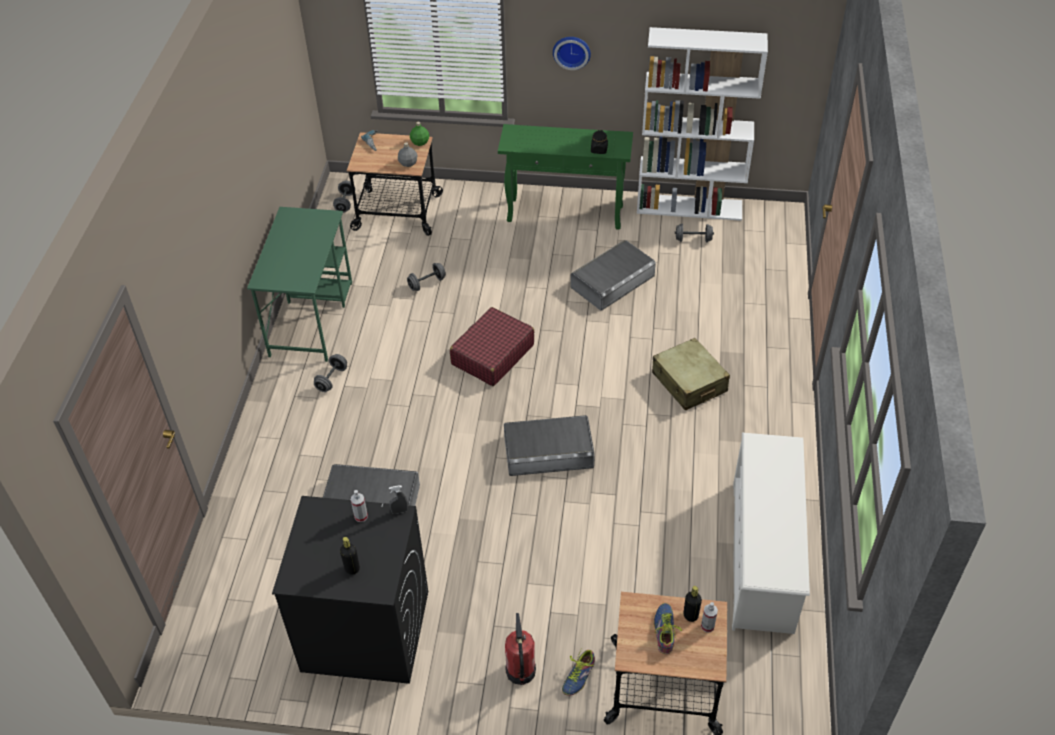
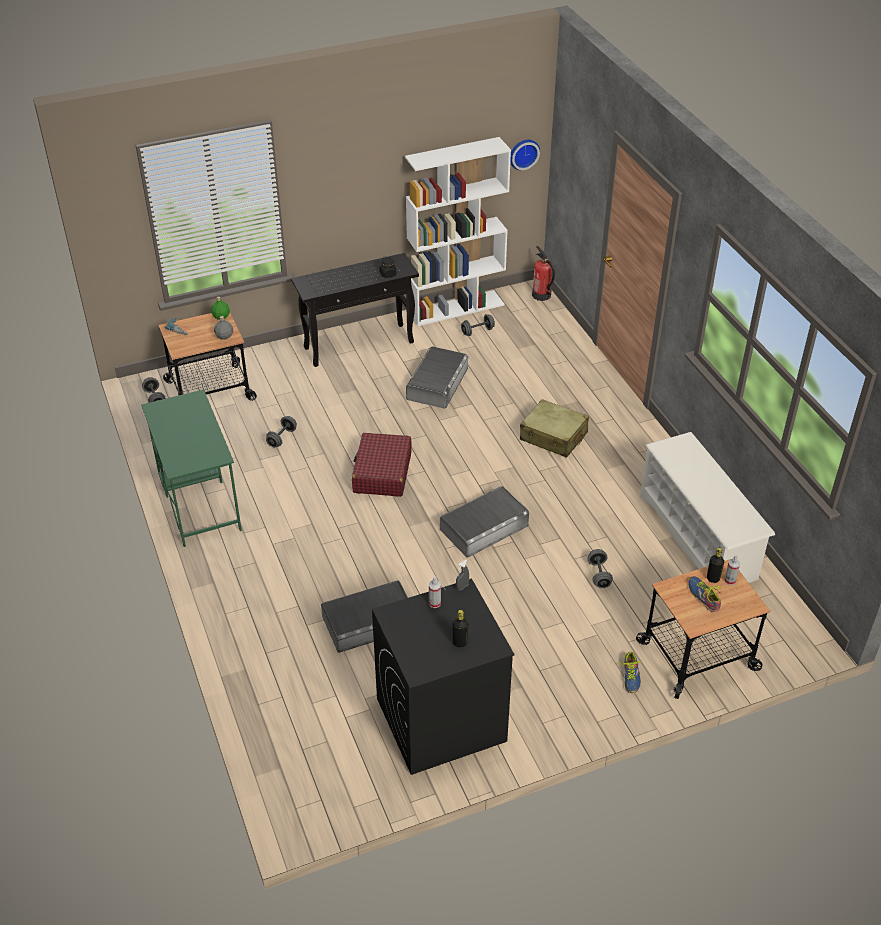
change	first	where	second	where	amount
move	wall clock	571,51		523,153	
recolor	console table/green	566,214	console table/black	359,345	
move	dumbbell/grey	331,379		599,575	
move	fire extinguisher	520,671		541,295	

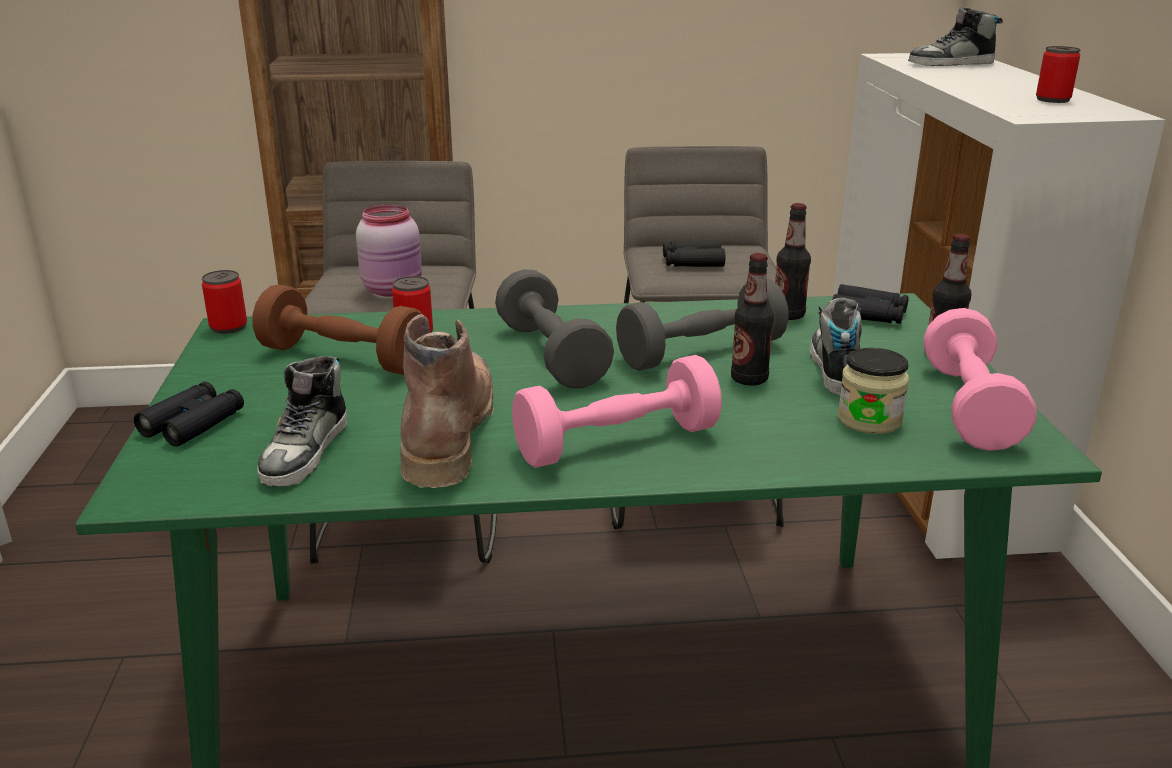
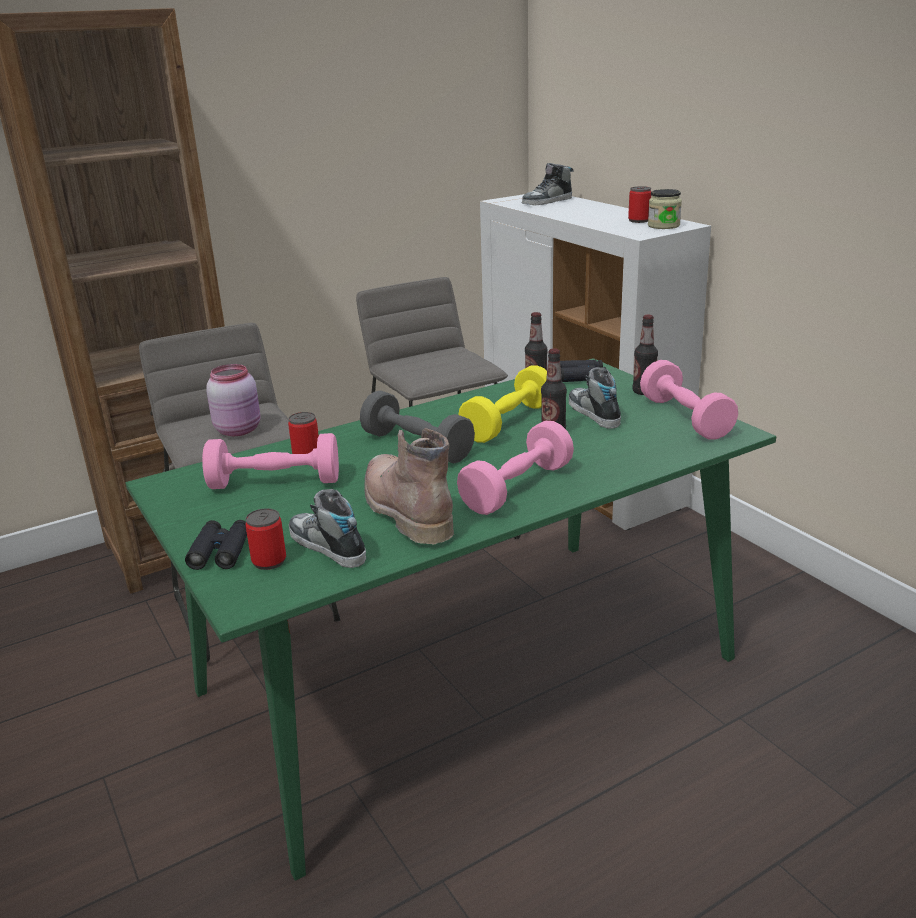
change	first	where	second	where	amount
delete	binoculars/black	692,262			
move	can	228,327		269,561	
recolor	dumbbell/grey	701,352	dumbbell/yellow	508,422	
recolor	dumbbell/brown	343,358	dumbbell/pink	275,483	
move	jar	869,420		663,226	
rotate	shoe	306,452		327,546	150 degrees clockwise

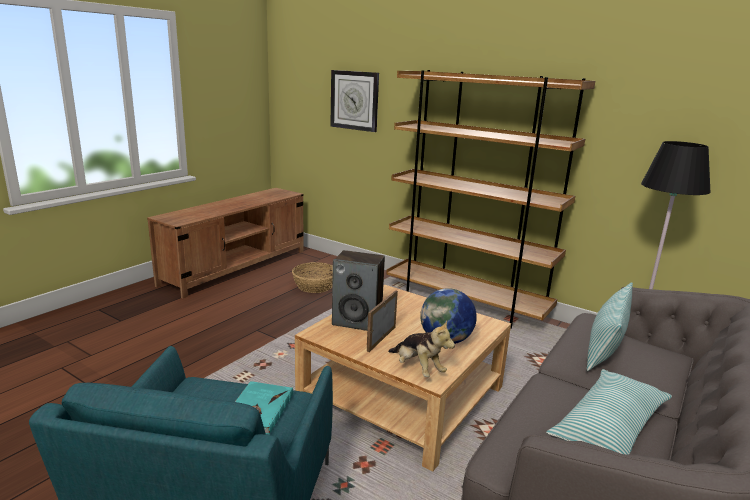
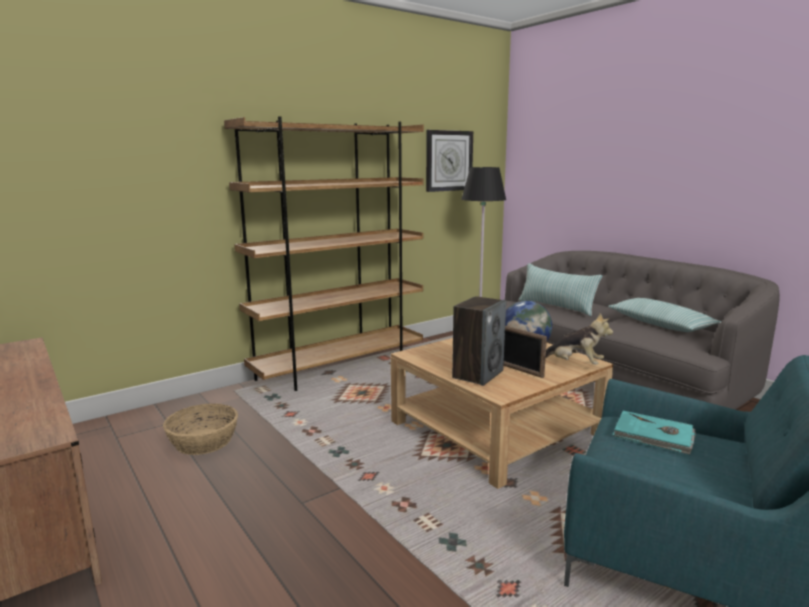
change	first	where	second	where	amount
move	wall clock	354,100		448,161	
rotate	plush toy	418,369		574,364	45 degrees clockwise

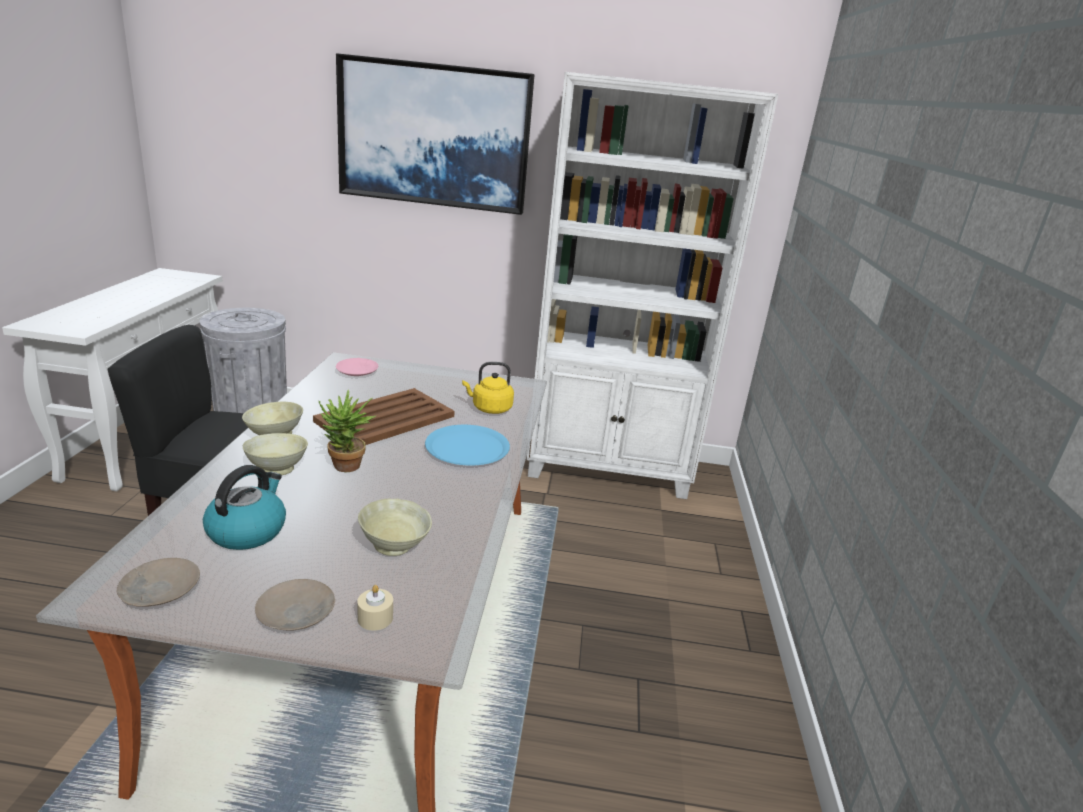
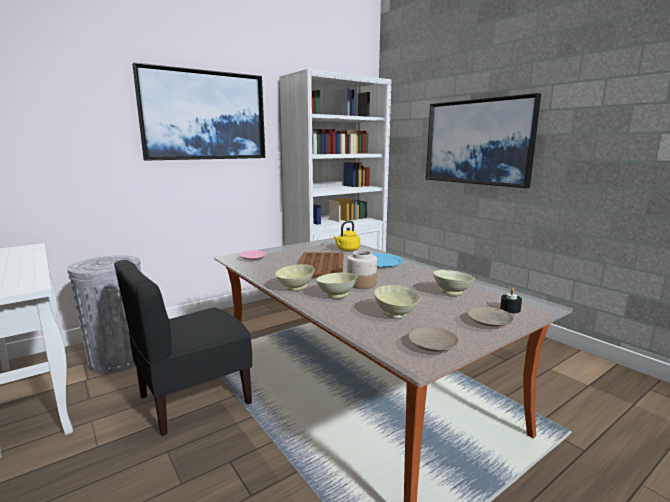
change	first	where	second	where	amount
replace	potted plant	346,468	jar	361,283	
replace	kettle	247,531	bowl/beige	395,314	
recolor	candle/beige	375,618	candle/black	510,309	
insert			picture	477,142	

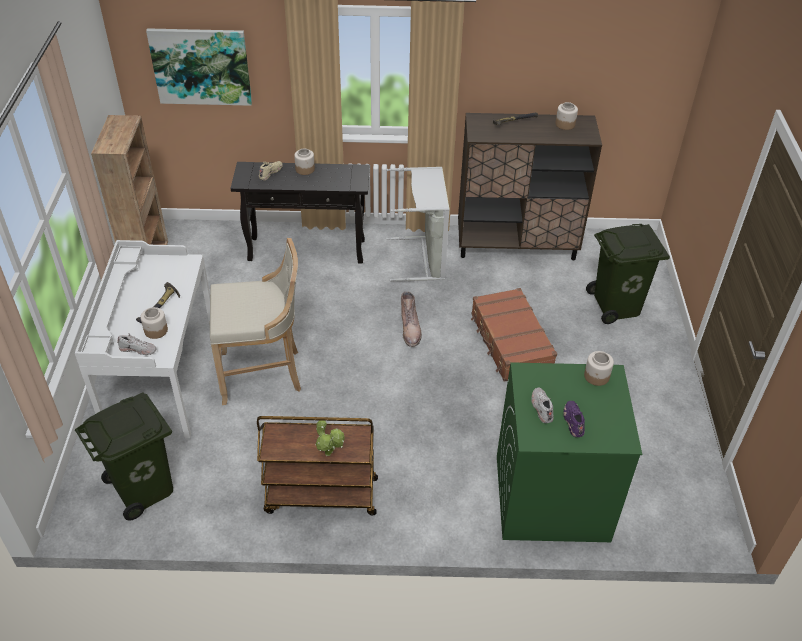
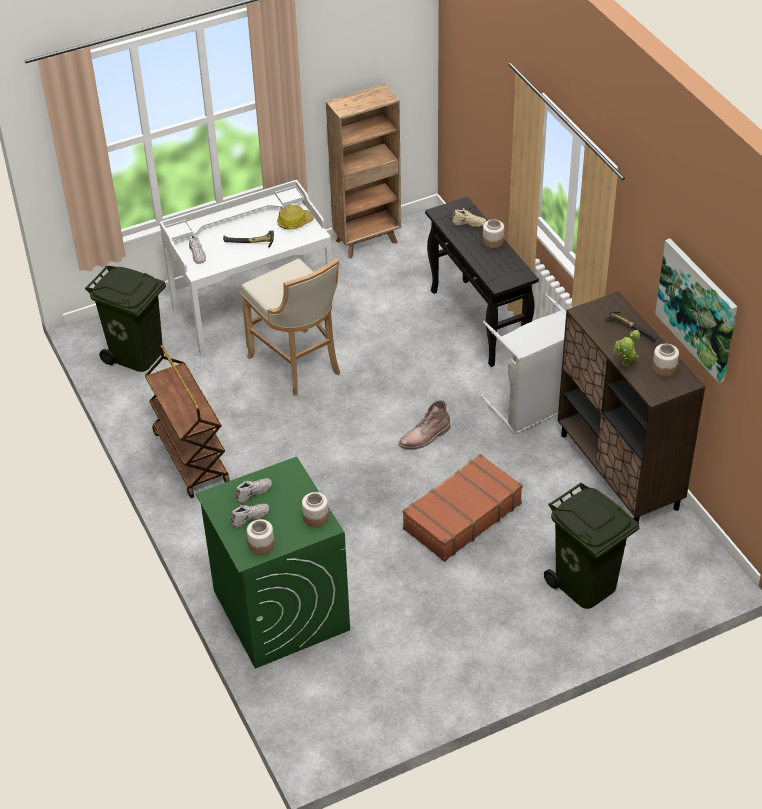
change	first	where	second	where	amount
move	picture	201,66		697,309	
move	jar	155,330		261,544	
recolor	shoe/purple	573,421	shoe/white	250,517	
move	potted plant	330,455		625,365	
insert			hard hat	294,222	

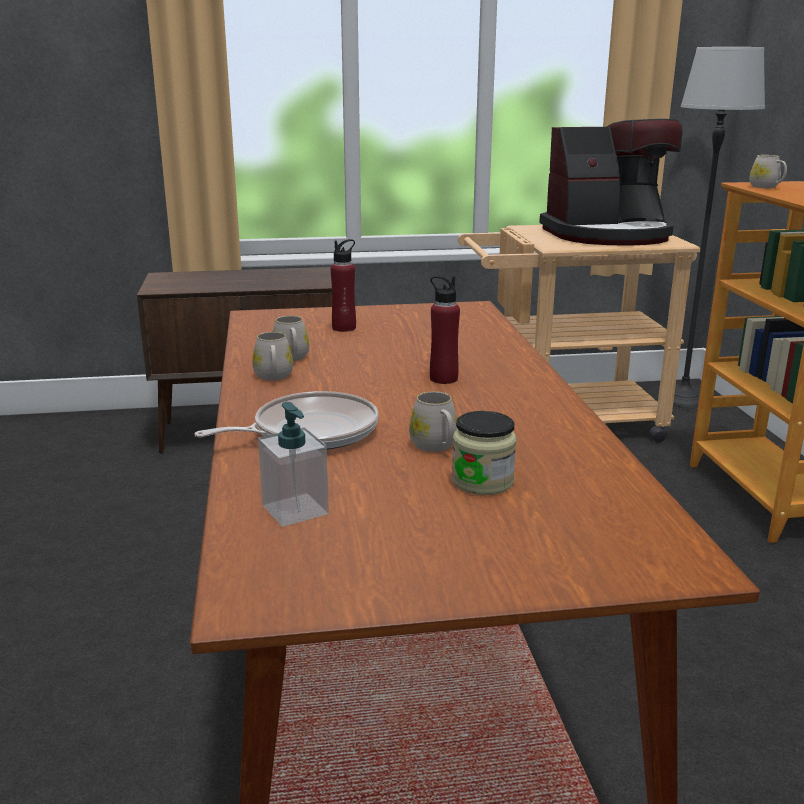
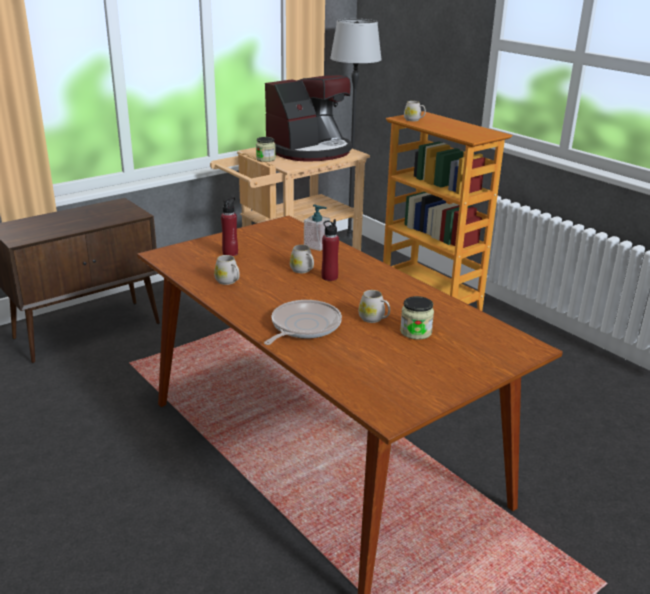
change	first	where	second	where	amount
move	mug/white	273,377		303,270	
move	soap dispenser	295,510		316,246	
insert			jar	265,159	

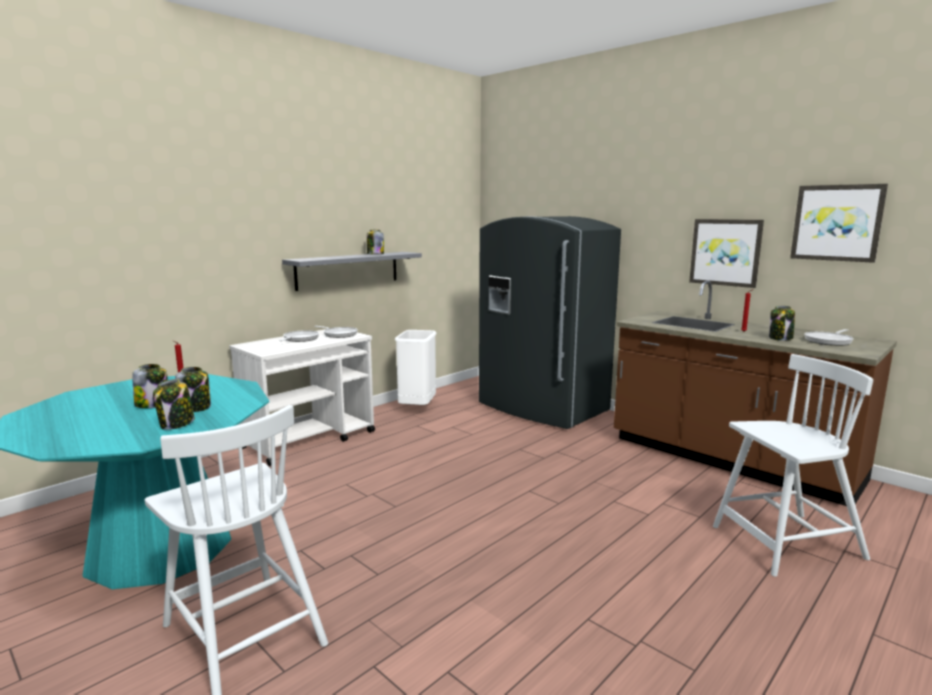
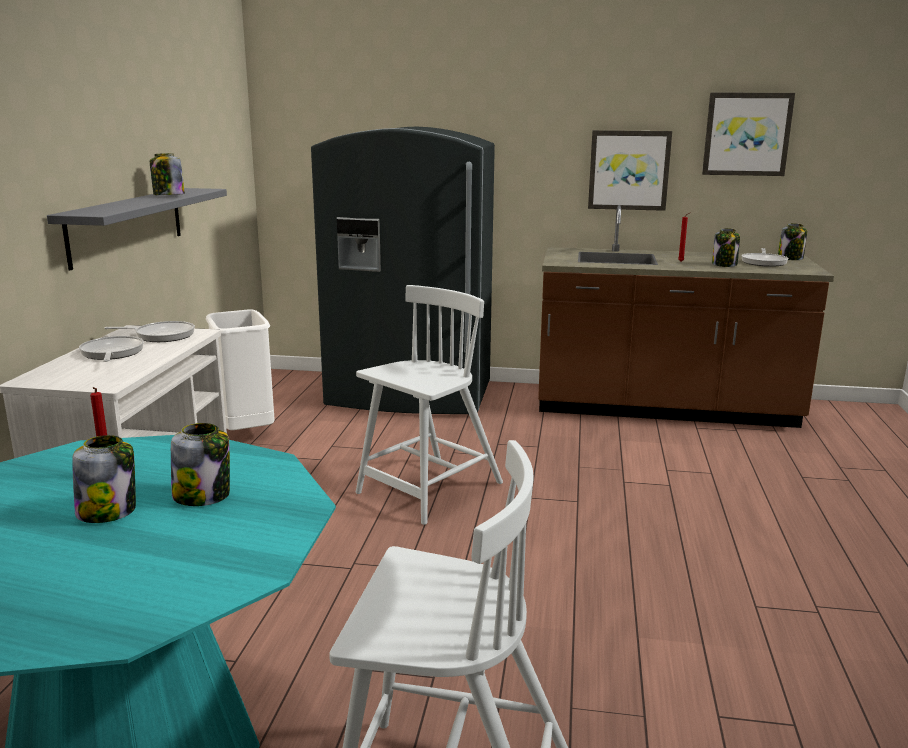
change	first	where	second	where	amount
move	chair/white	785,543		428,489	
move	jar	177,424		790,258	

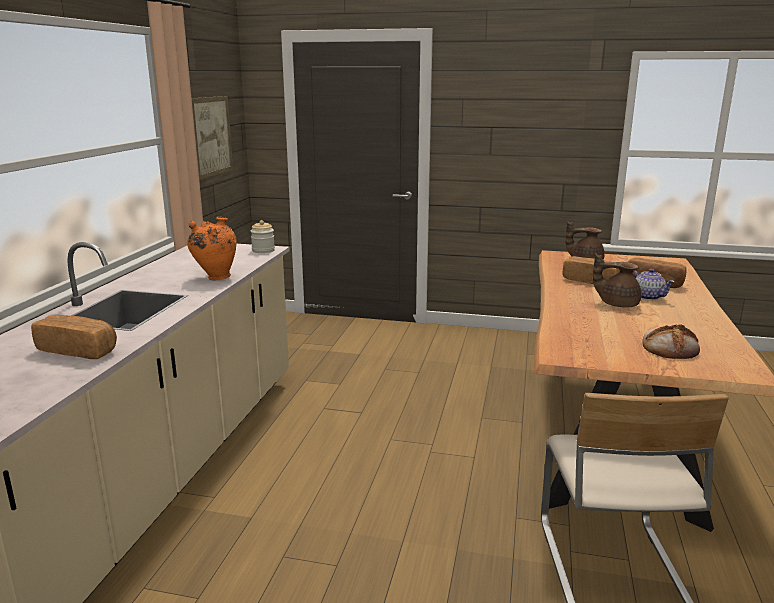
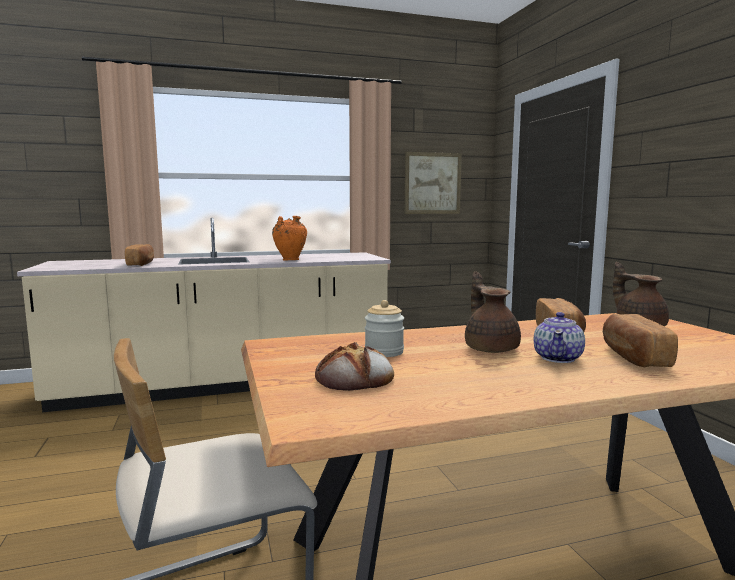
change	first	where	second	where	amount
move	jar	263,250		384,352	

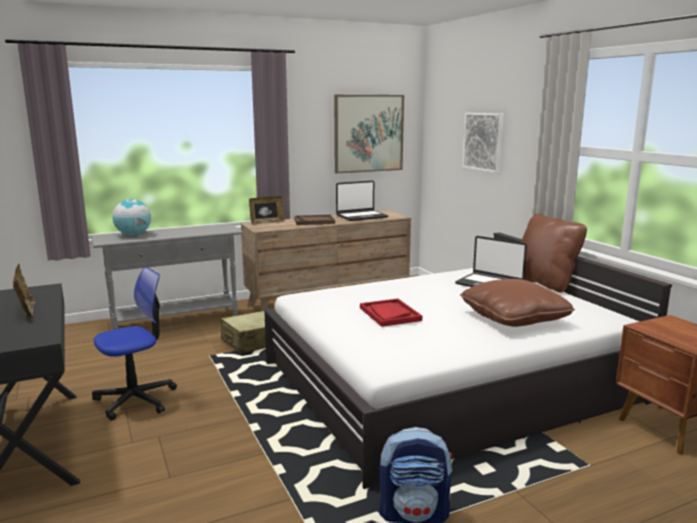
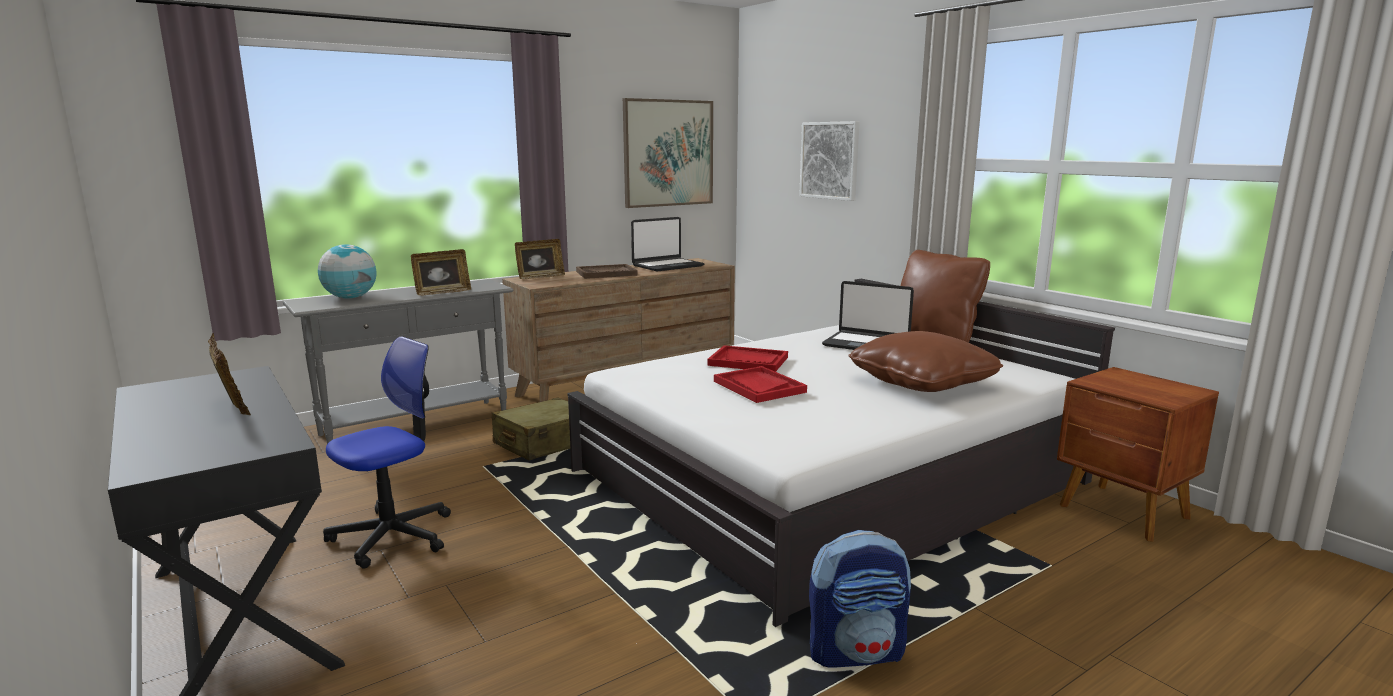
change	first	where	second	where	amount
insert			picture frame	442,292	
insert			tray/red	748,361	

